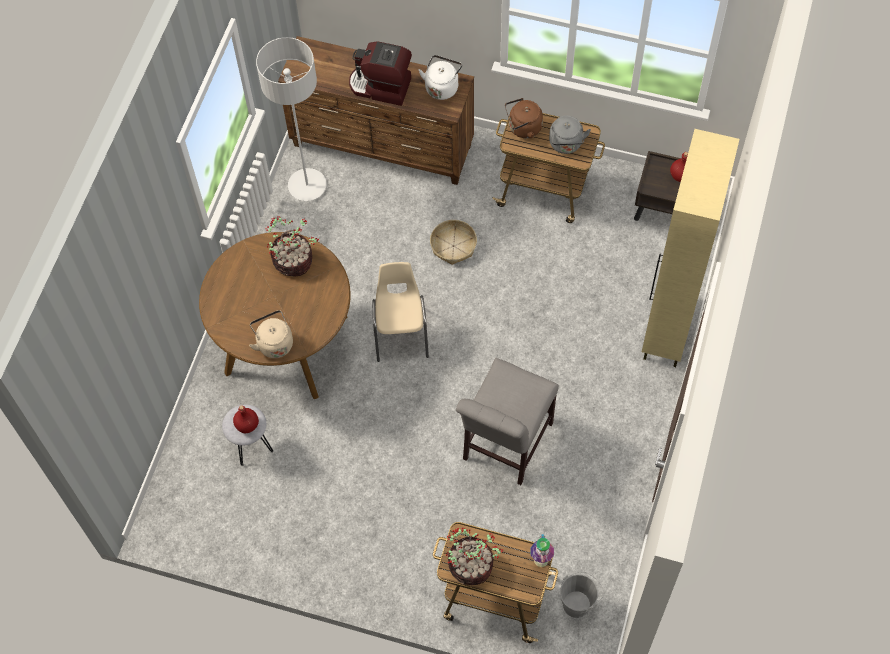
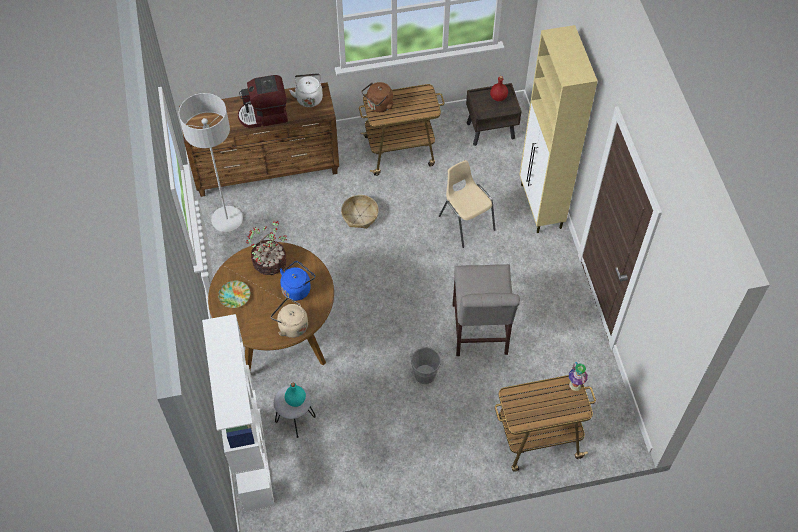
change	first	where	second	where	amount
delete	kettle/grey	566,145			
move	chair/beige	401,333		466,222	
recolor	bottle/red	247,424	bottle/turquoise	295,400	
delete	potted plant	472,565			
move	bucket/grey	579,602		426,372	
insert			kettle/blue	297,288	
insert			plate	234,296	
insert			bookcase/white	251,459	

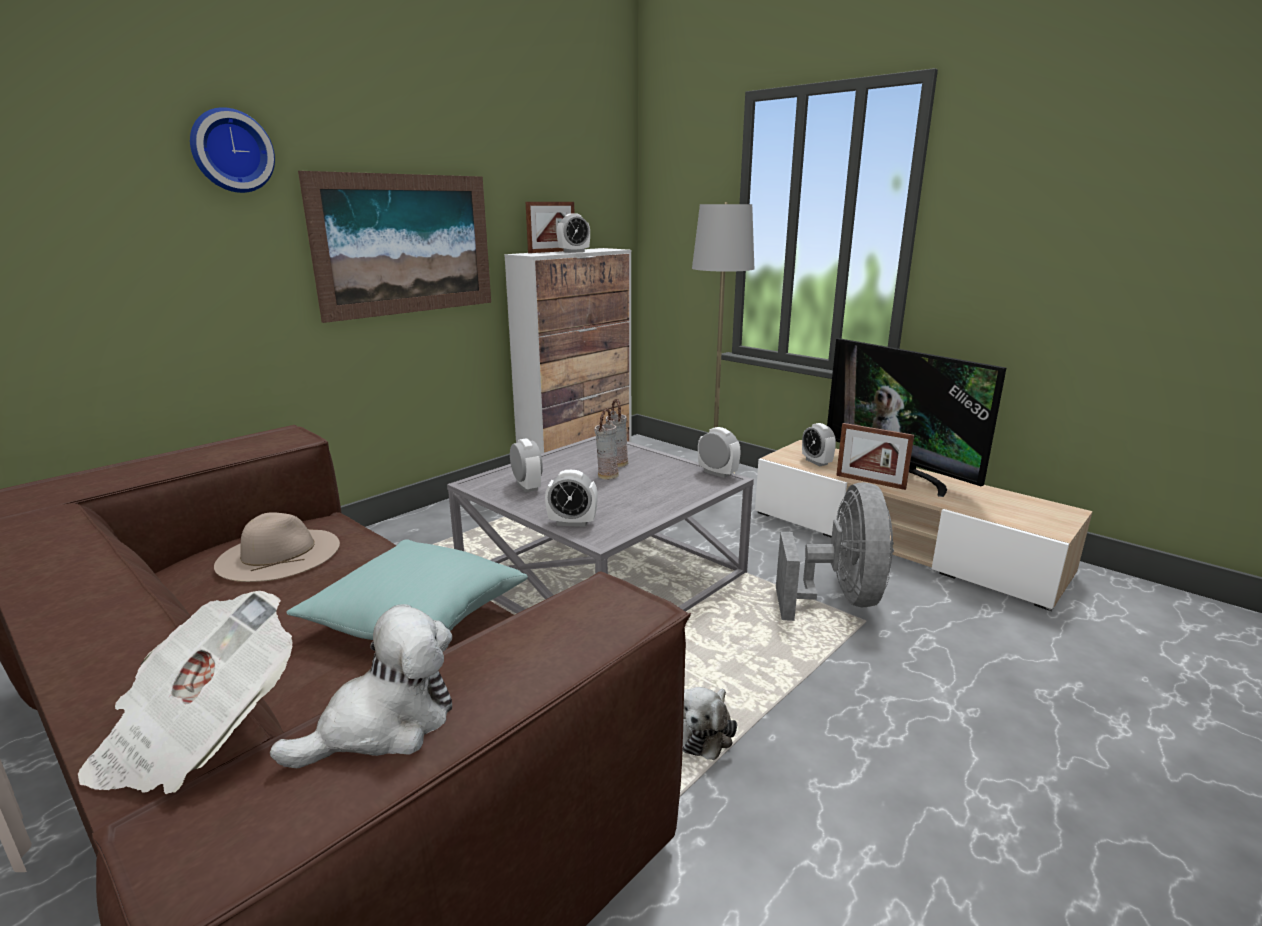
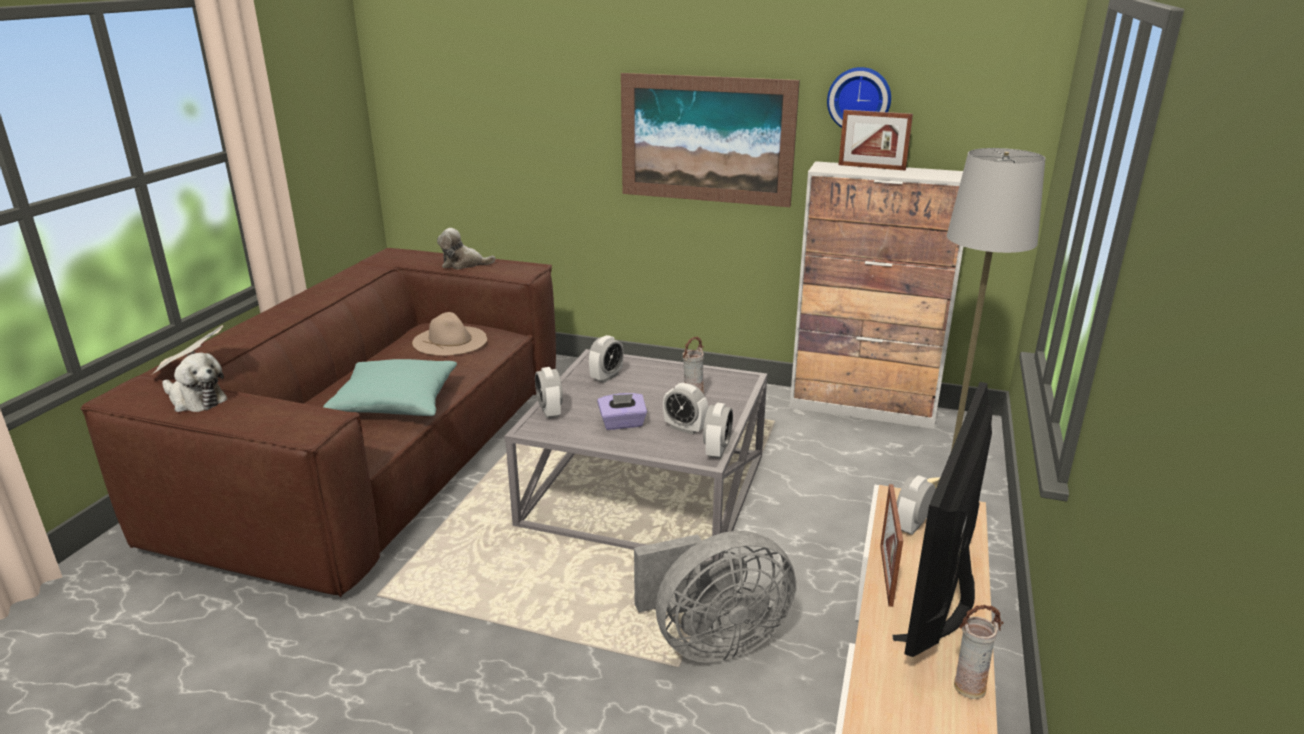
change	first	where	second	where	amount
move	wall clock	231,151		859,99	
move	alarm clock	574,252		685,428	
move	vase	607,476		968,686	
move	plush toy	705,733		463,264	
insert			tissue box/purple	622,424	

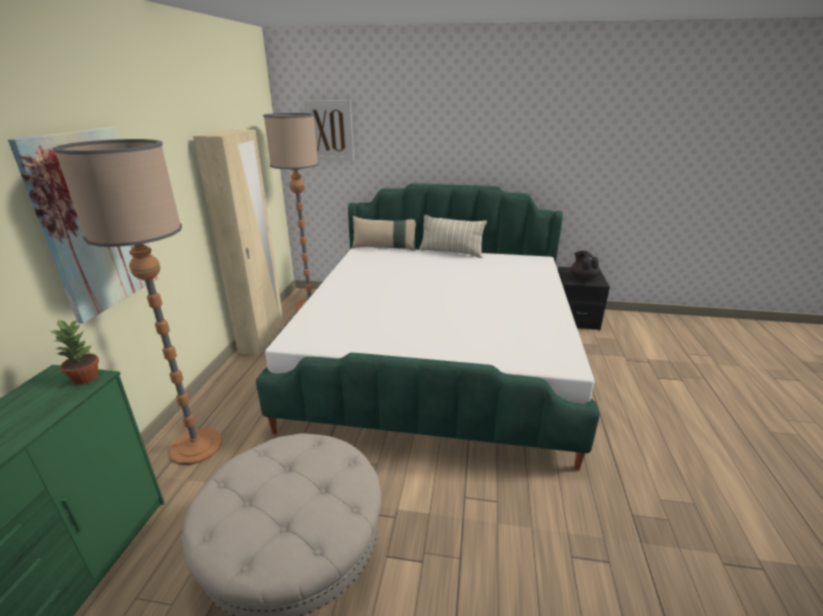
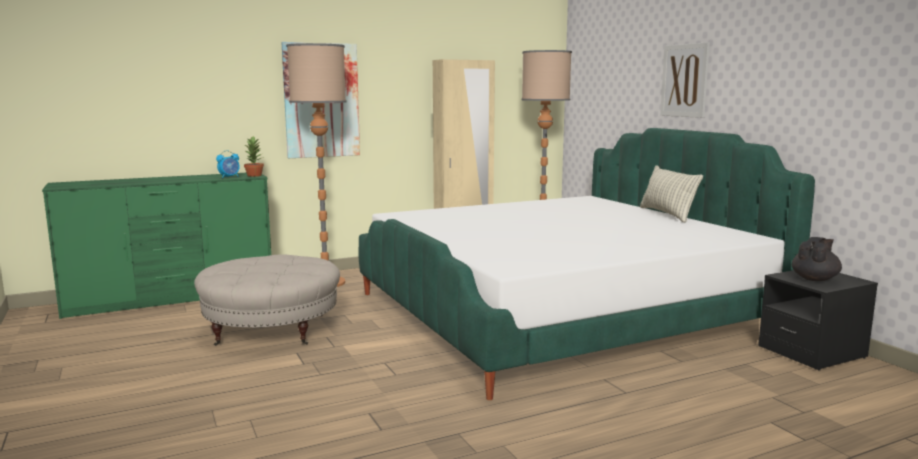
change	first	where	second	where	amount
move	picture	330,130		684,80	
delete	pillow/beige	384,248			
insert			alarm clock	229,177	

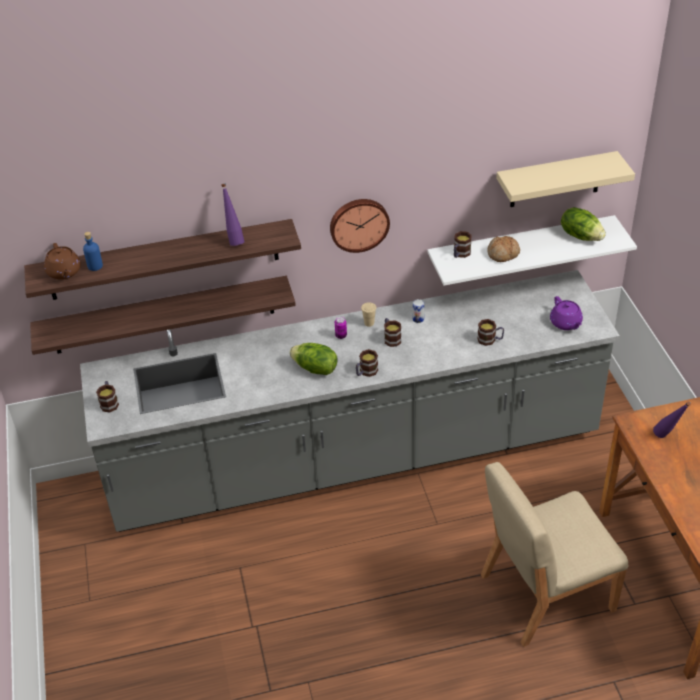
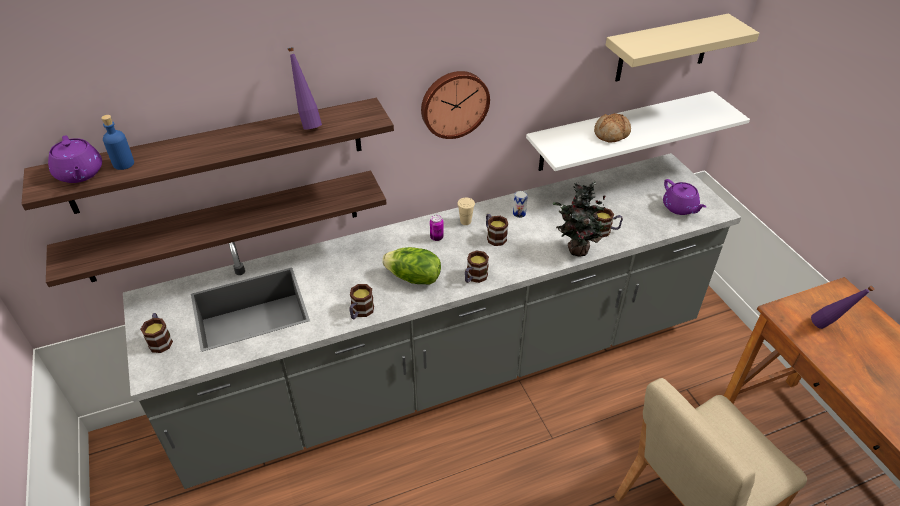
change	first	where	second	where	amount
delete	lettuce	581,235			
move	mug	460,254		360,312	
recolor	teapot/brown	64,272	teapot/purple	80,174	
insert			potted plant	576,250	

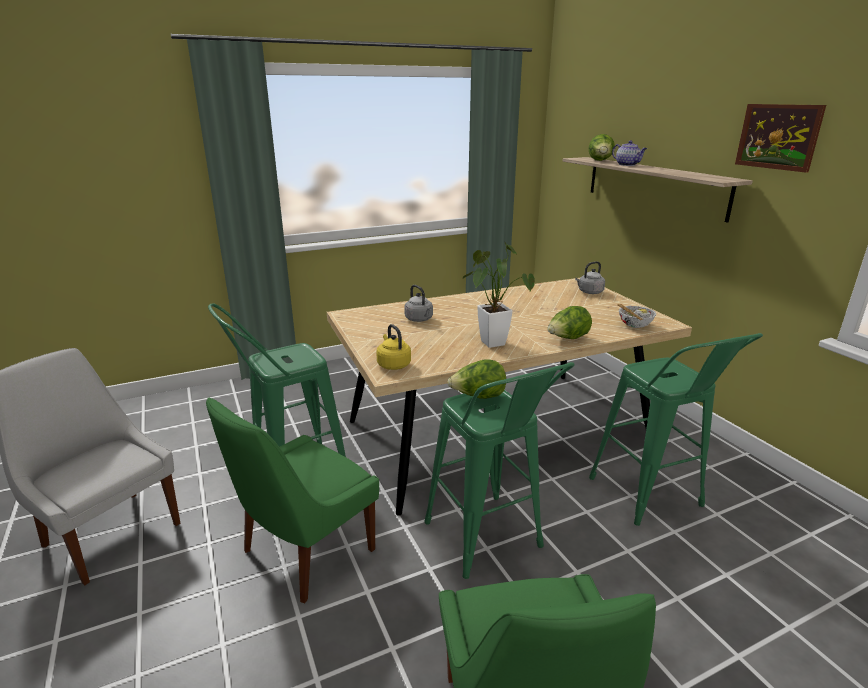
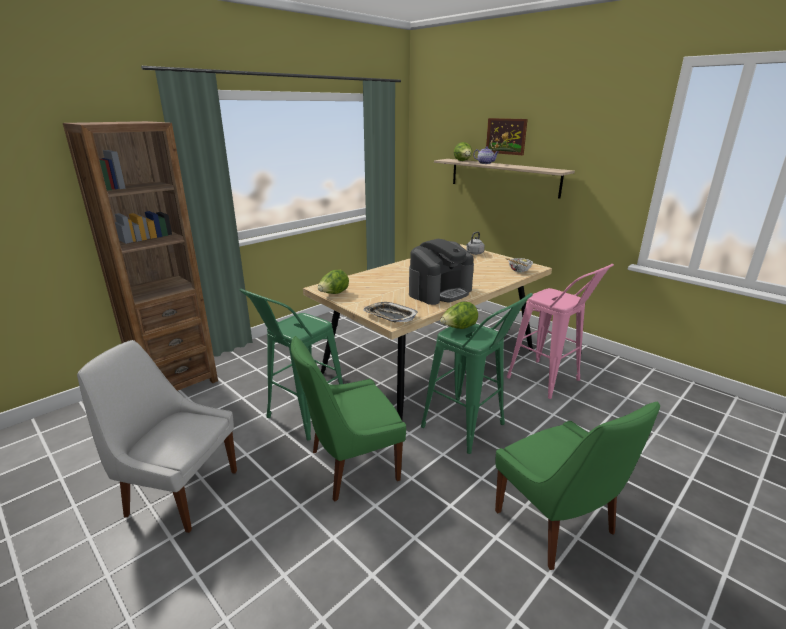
change	first	where	second	where	amount
move	picture	778,136		506,136	
replace	potted plant	490,341	coffee machine	440,292	
delete	kettle/grey	419,319			
move	lettuce	567,339		333,294	
replace	kettle/yellow	393,364	tray	390,316	
recolor	stool/green	652,499	stool/pink	549,382	
rotate	chair/green	304,553		350,466	45 degrees clockwise
insert			bookcase/brown	175,383	

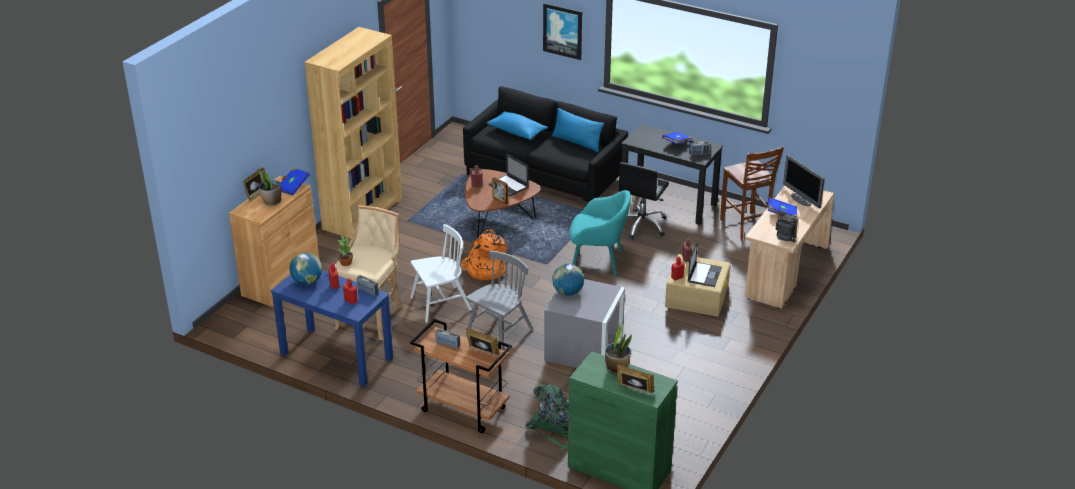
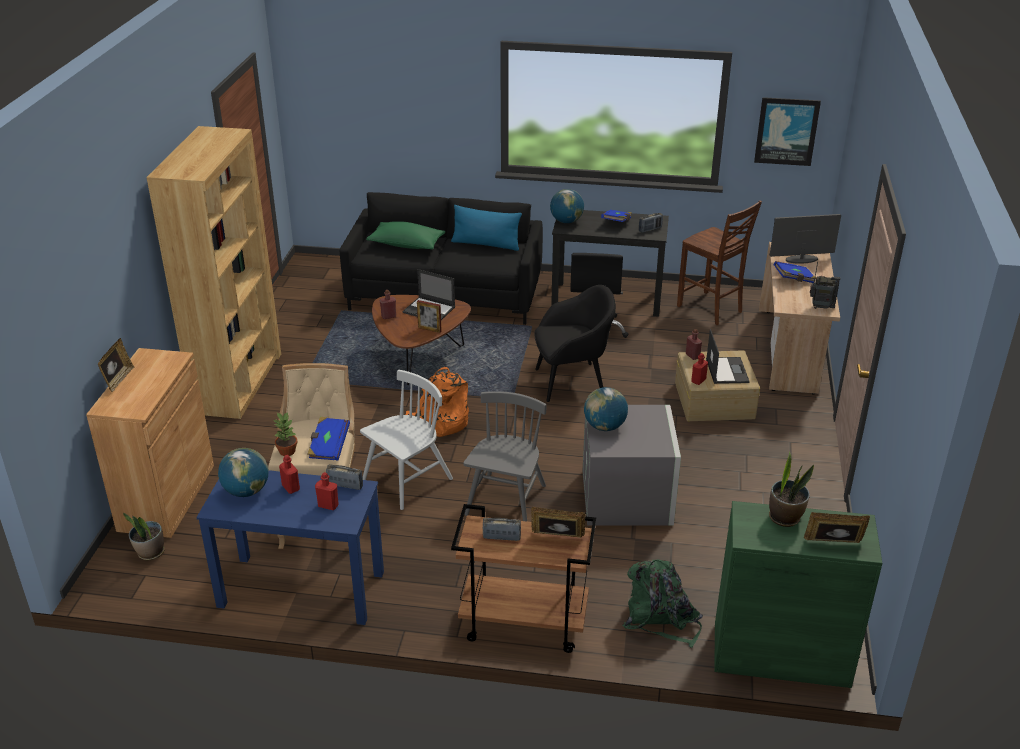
change	first	where	second	where	amount
move	picture	563,31		786,131	
recolor	pillow/blue	517,132	pillow/green	406,245	
rotate	monitor	801,200		801,259	135 degrees clockwise
move	book/blue	293,187		328,447	
move	potted plant	272,202		150,553	
recolor	armchair/turquoise	598,261	armchair/black	572,382	
insert			globe	566,221	

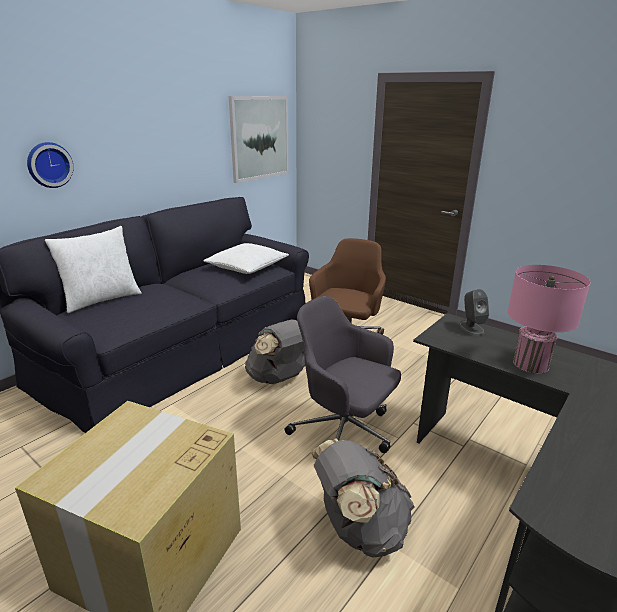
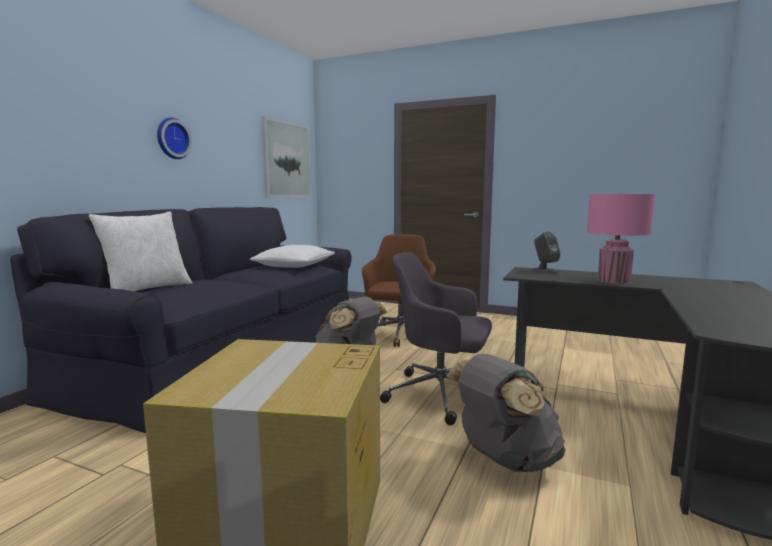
change	first	where	second	where	amount
move	wall clock	49,165		171,138	

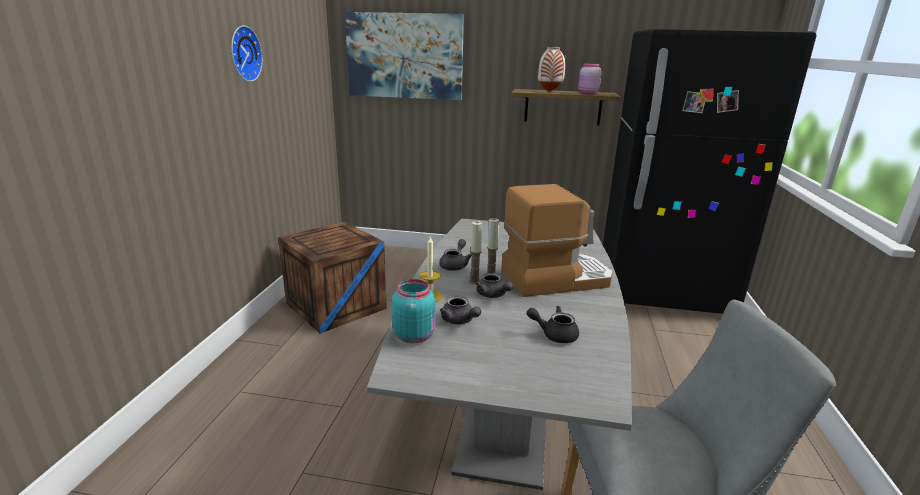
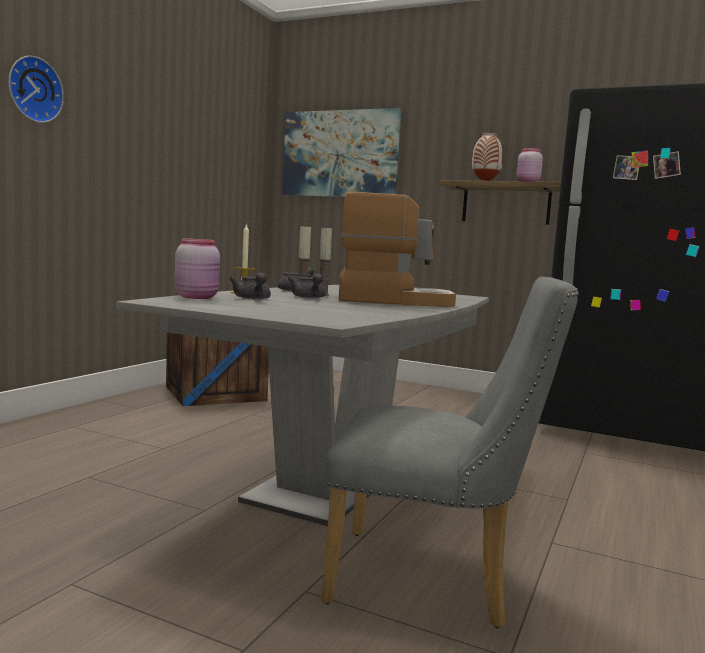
change	first	where	second	where	amount
move	wall clock	243,54		33,90	
recolor	jar/turquoise	414,335	jar/pink	197,297	
delete	teapot/black	554,334			

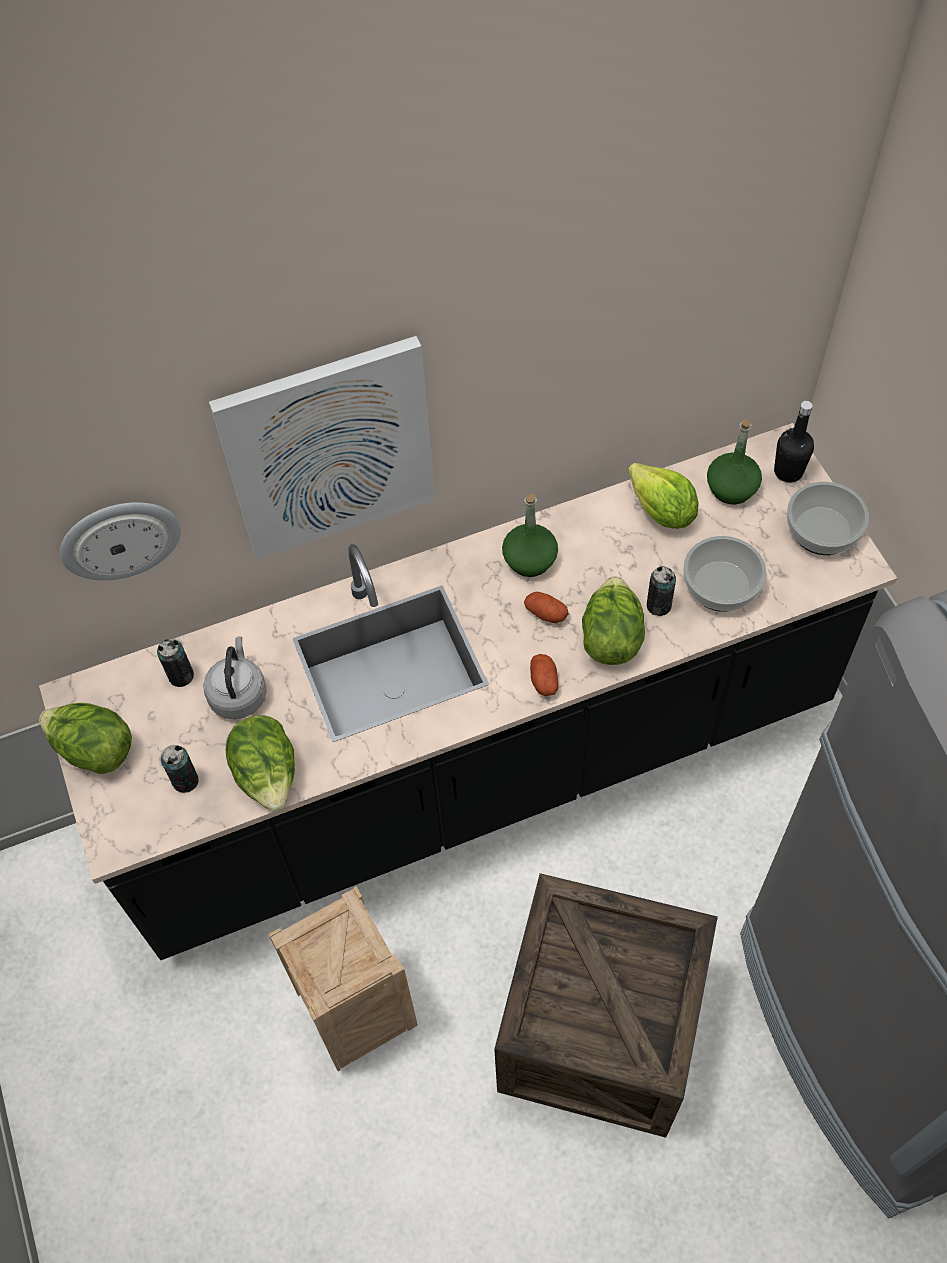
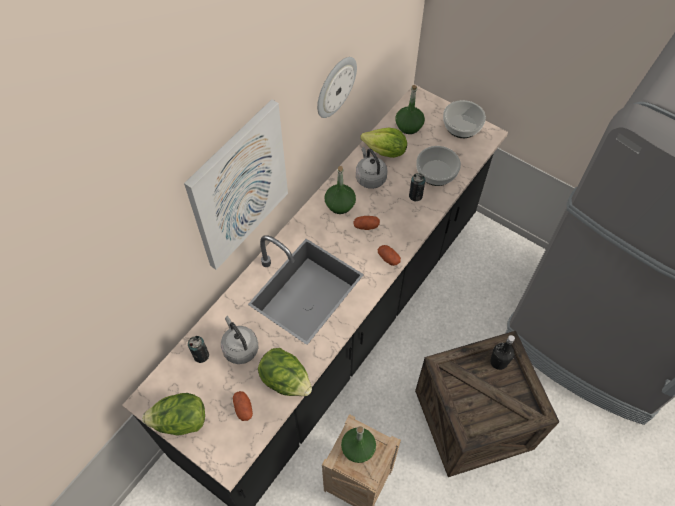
change	first	where	second	where	amount
move	bottle/black	788,471		498,362	
move	wall clock	120,538		335,86	
delete	lettuce	611,637			
replace	can	185,781	potato	243,408	
insert			kettle/grey	370,177	
insert			bottle/green	358,448	

